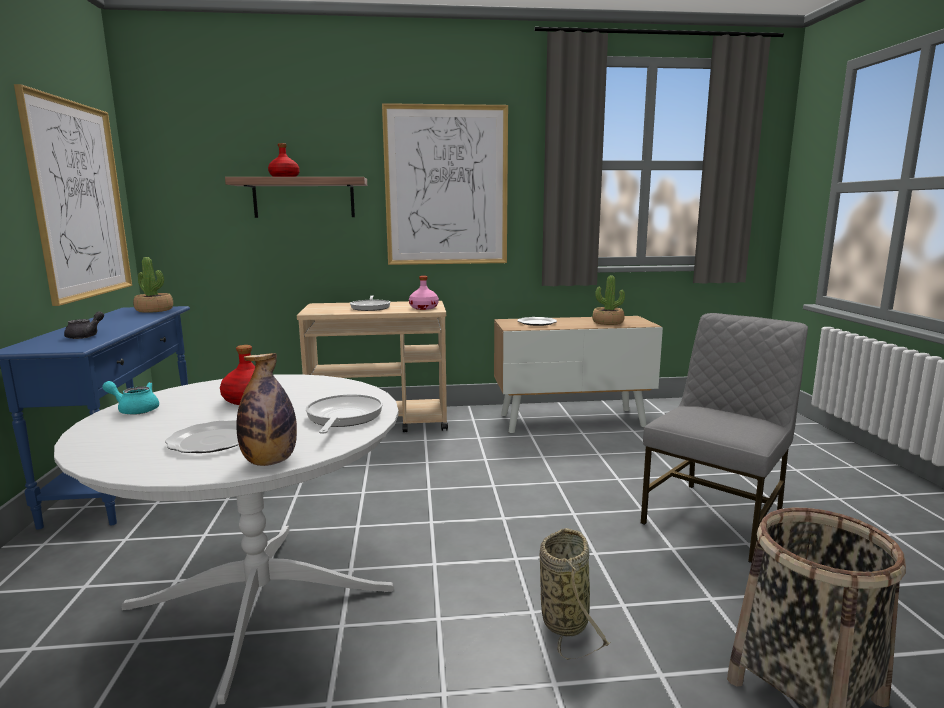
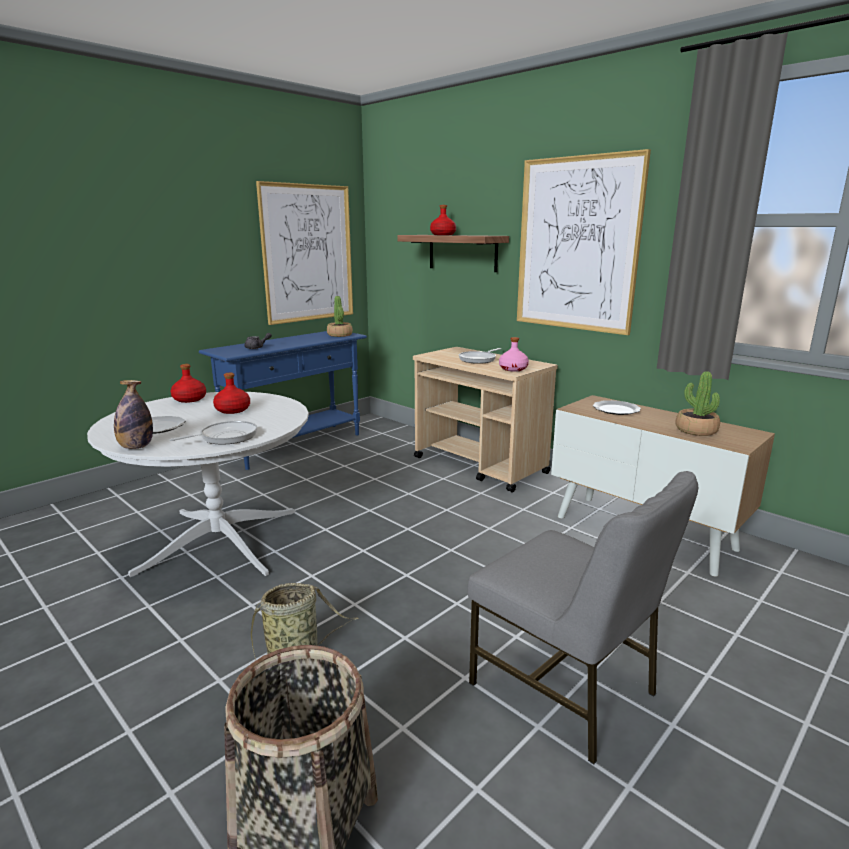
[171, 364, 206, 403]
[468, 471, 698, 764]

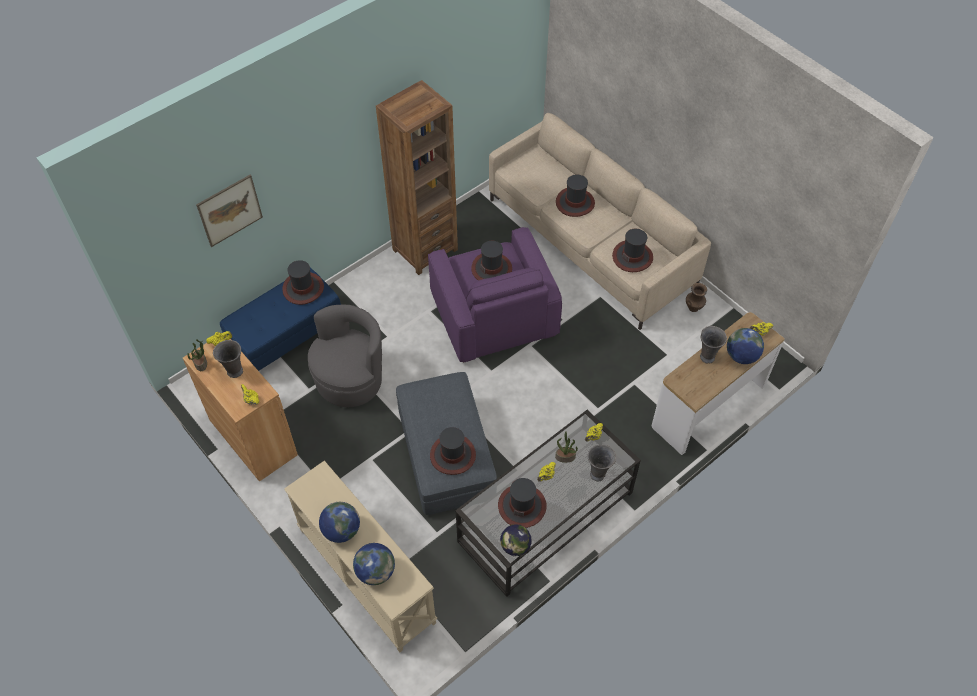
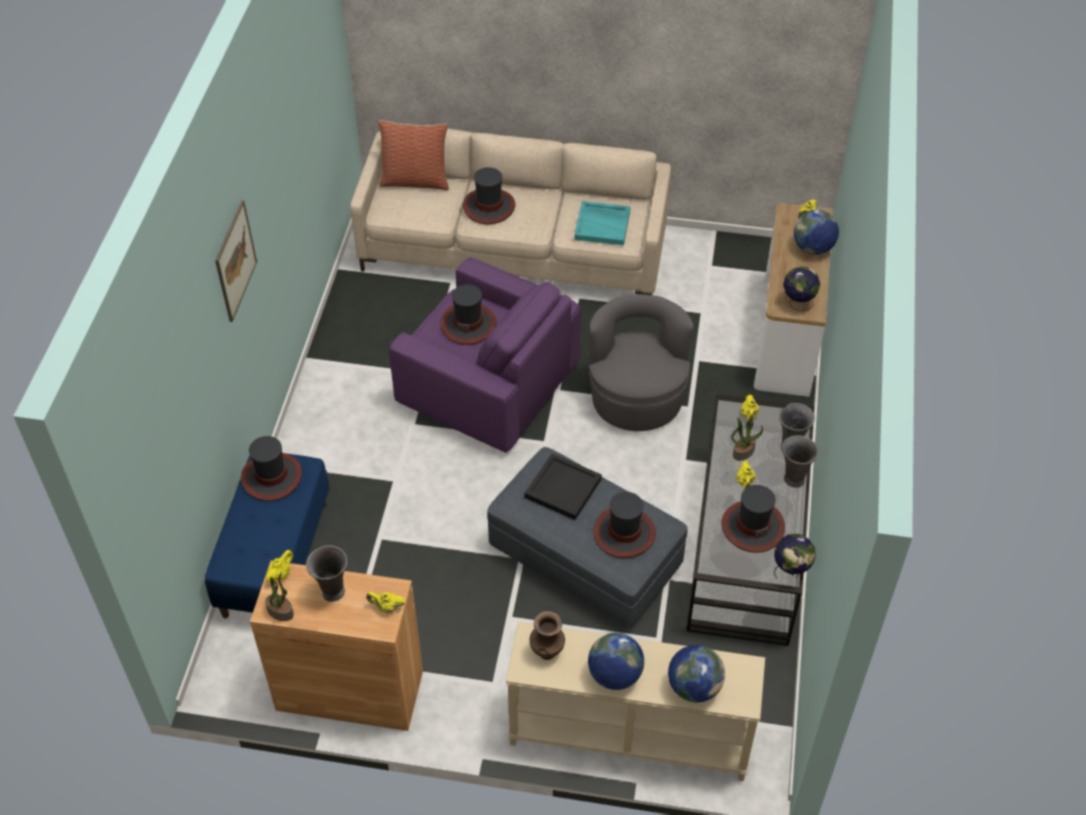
[376, 80, 458, 275] (first image)
[378, 120, 449, 190]
[525, 453, 602, 520]
[783, 266, 820, 311]
[215, 200, 257, 322]
[589, 294, 694, 431]
[530, 611, 565, 660]
[782, 435, 819, 488]
[574, 201, 630, 246]

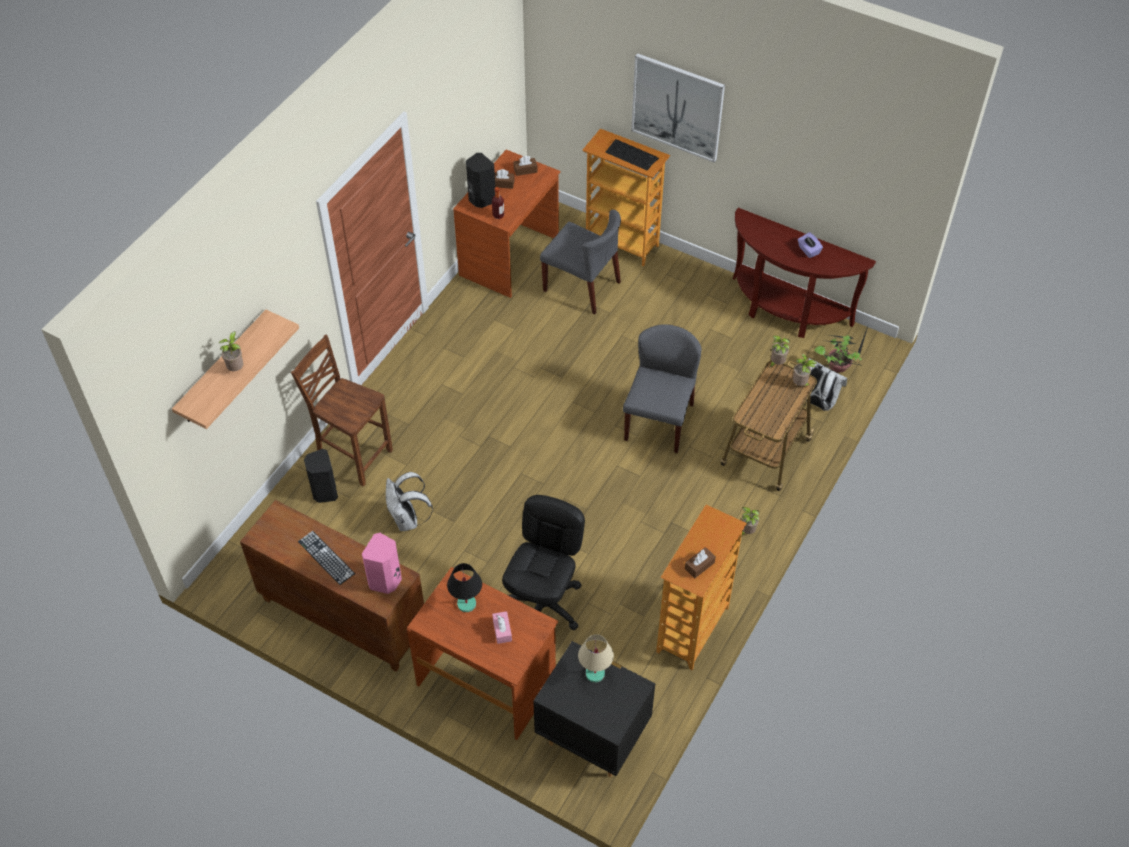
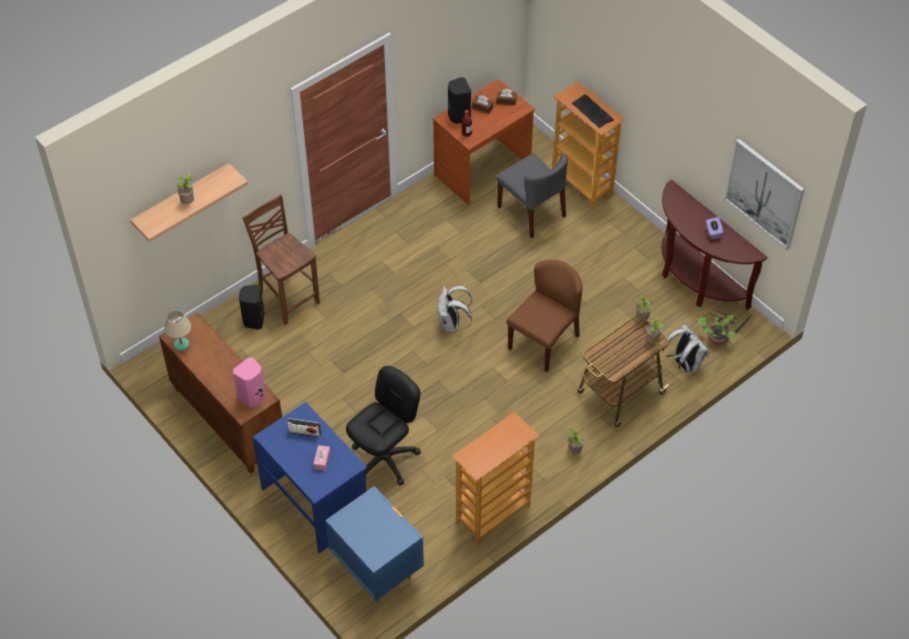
[298, 531, 355, 585] (first image)
[685, 547, 716, 578] (first image)
[437, 286, 472, 332]
[164, 310, 191, 351]
[724, 139, 805, 250]
[288, 418, 321, 437]
[253, 402, 367, 553]
[325, 486, 424, 604]
[507, 260, 583, 372]

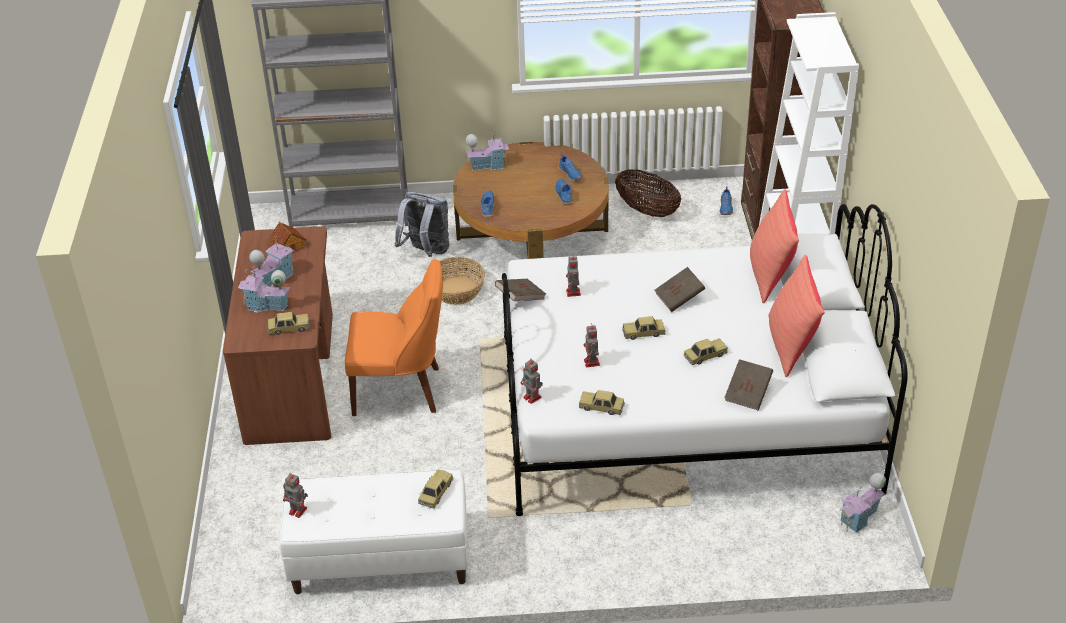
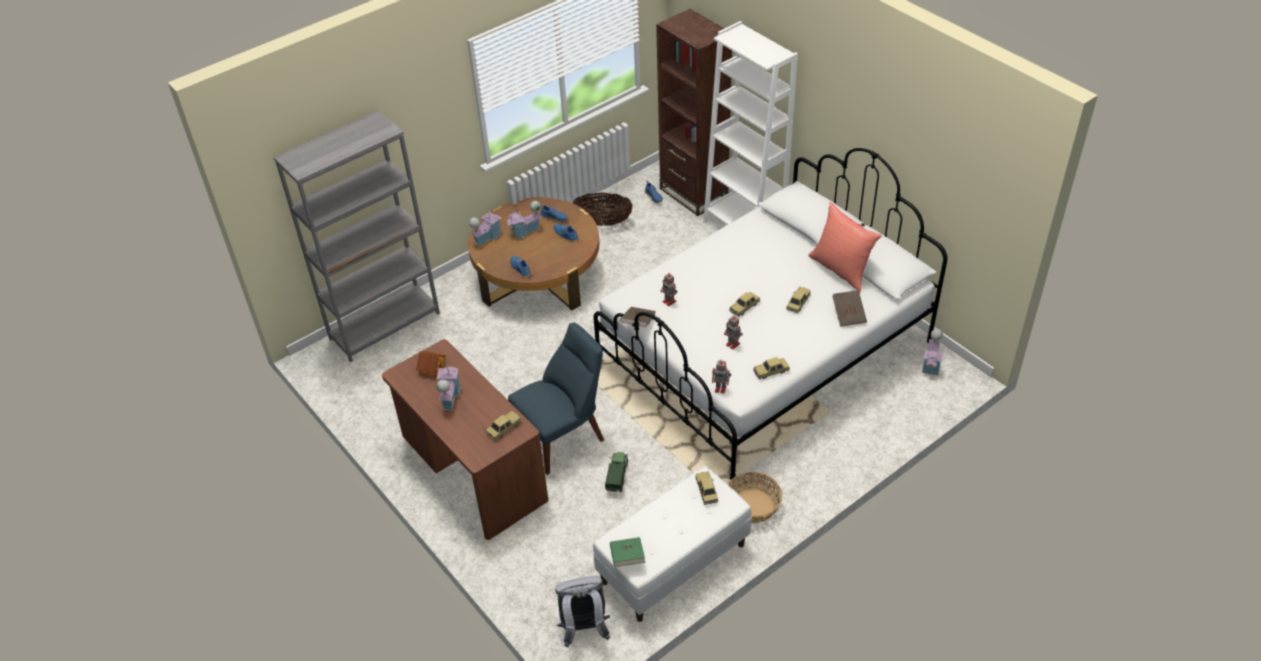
[654, 267, 705, 312] (first image)
[750, 189, 799, 303] (first image)
[605, 452, 628, 492]
[505, 201, 542, 239]
[555, 576, 611, 647]
[728, 472, 782, 523]
[610, 537, 645, 567]
[508, 323, 604, 475]

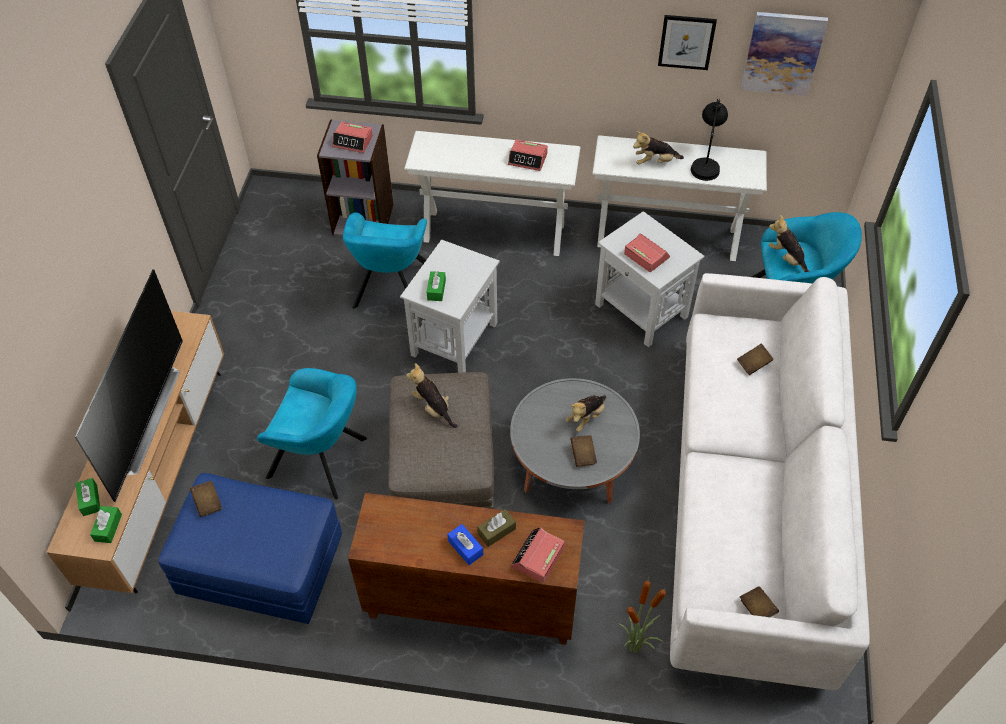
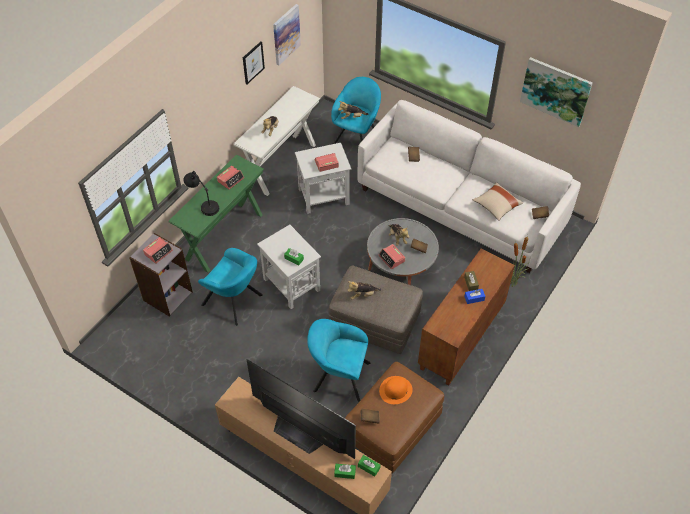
[379, 376, 413, 404]
[473, 182, 523, 221]
[520, 57, 592, 127]
[378, 244, 405, 269]
[183, 171, 219, 216]
[345, 362, 444, 474]
[168, 155, 264, 273]
[307, 319, 370, 402]

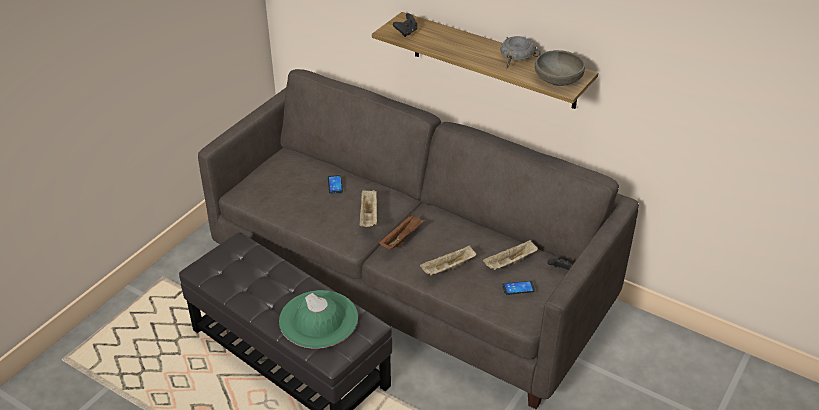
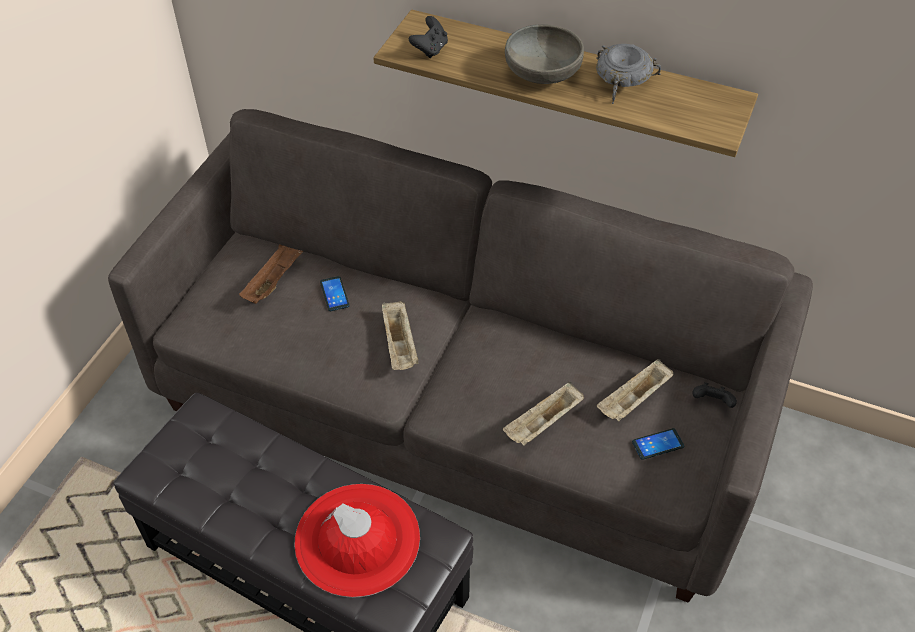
[239, 245, 303, 304]
[505, 24, 584, 84]
[295, 484, 420, 598]

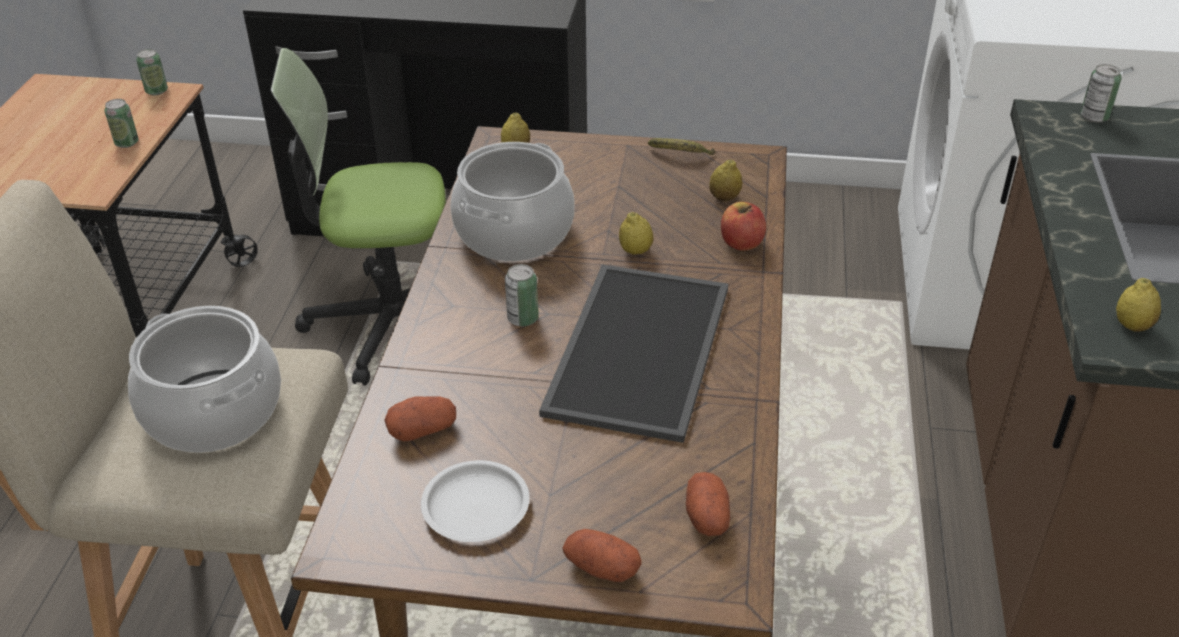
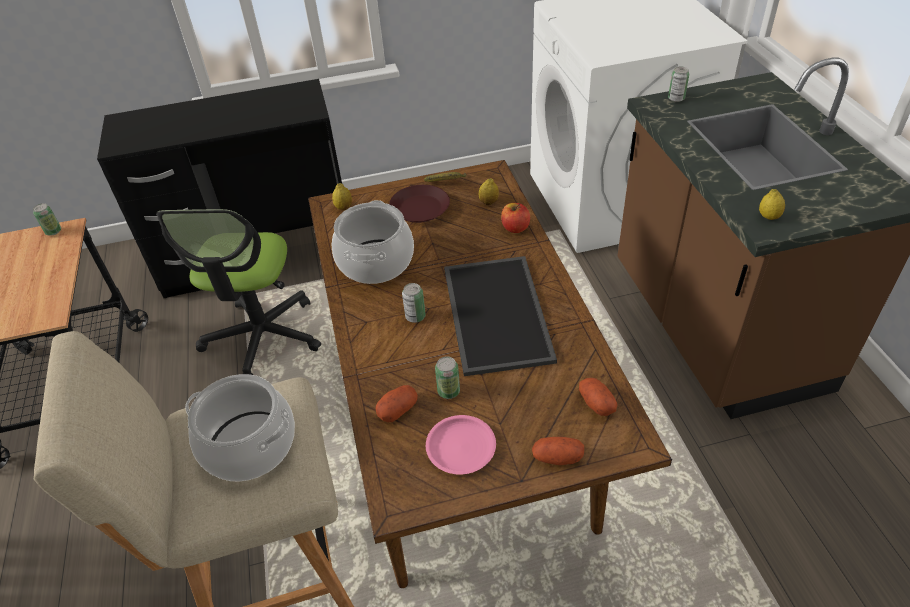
[619, 212, 653, 255] (first image)
[389, 185, 450, 223]
[435, 357, 460, 399]
[426, 415, 496, 474]
[156, 209, 321, 375]

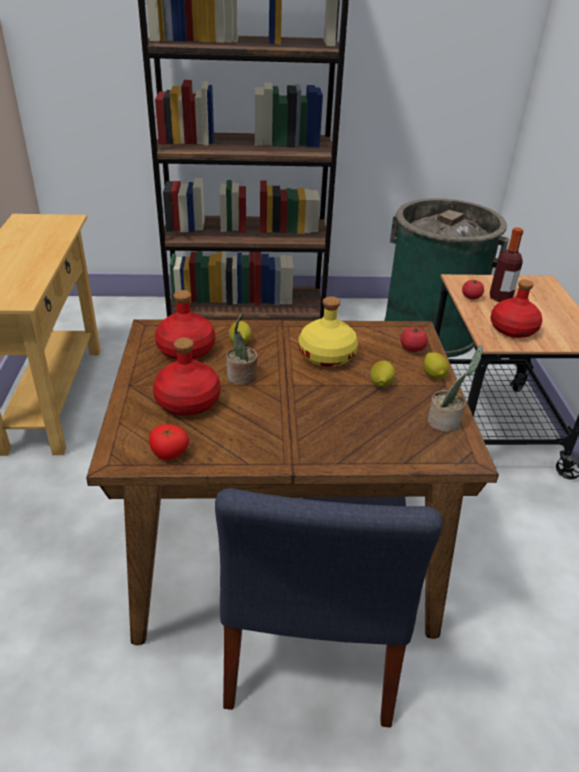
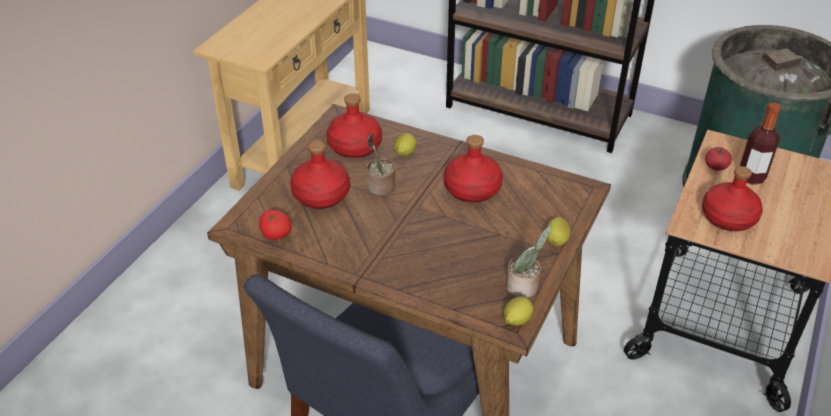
[400, 327, 428, 352] (first image)
[504, 296, 533, 326]
[444, 135, 503, 203]

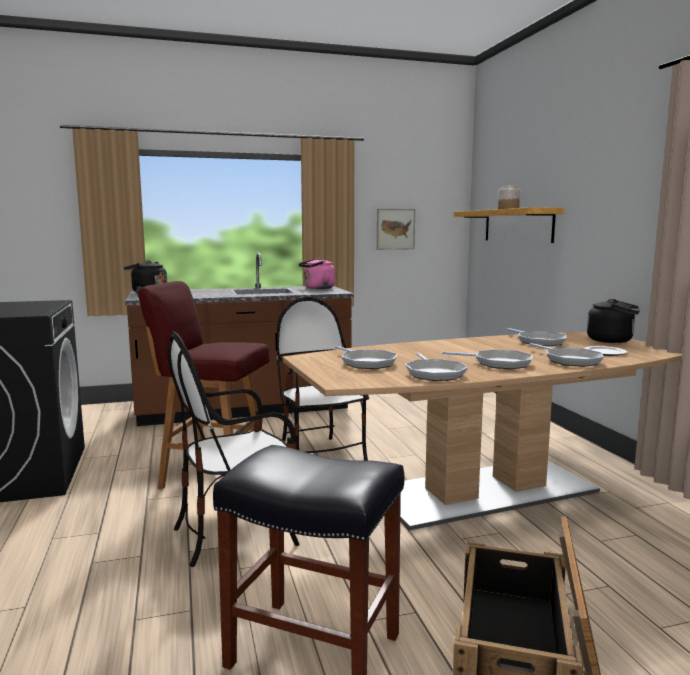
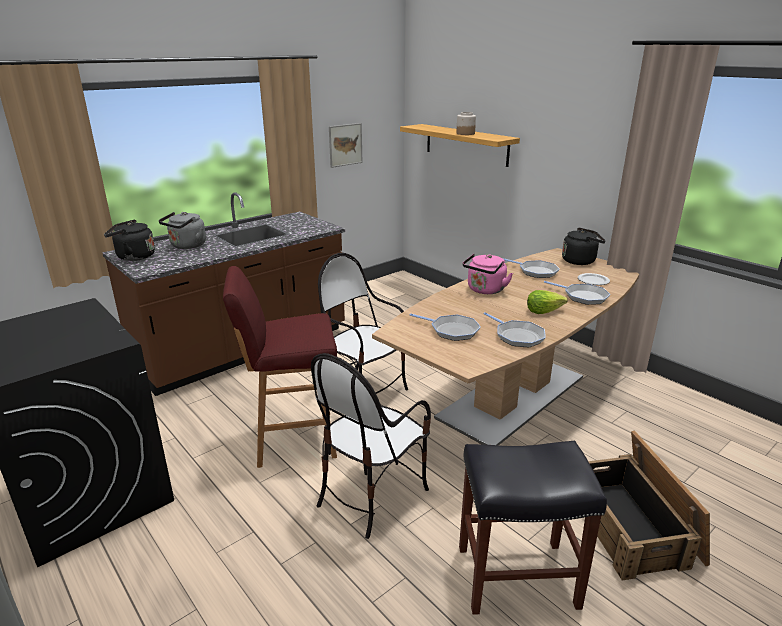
[158, 212, 206, 249]
[462, 254, 513, 294]
[527, 290, 568, 314]

